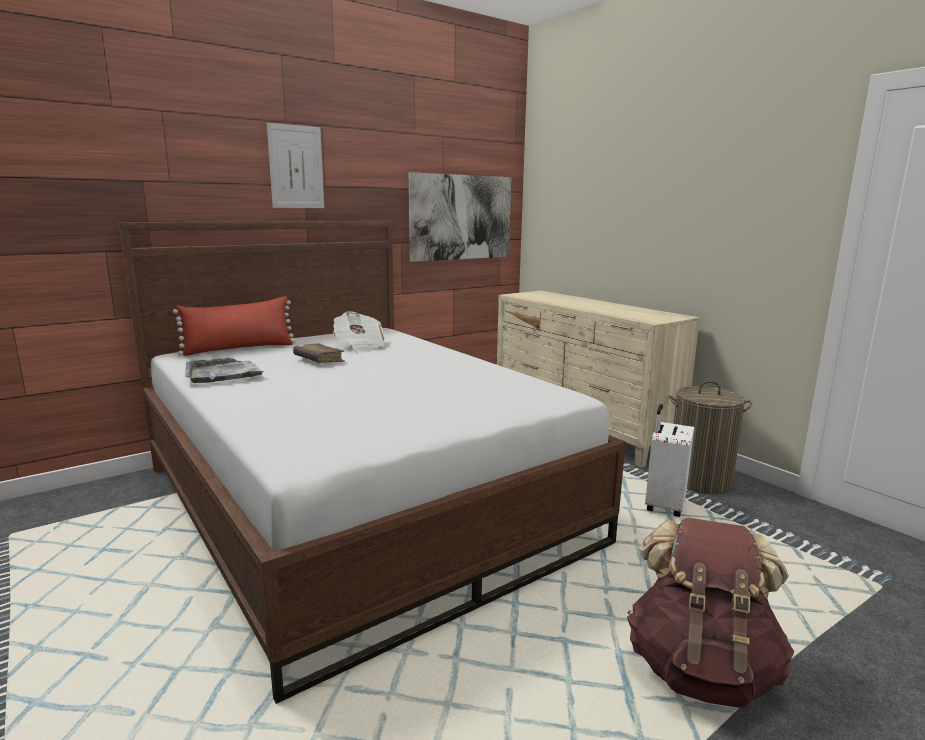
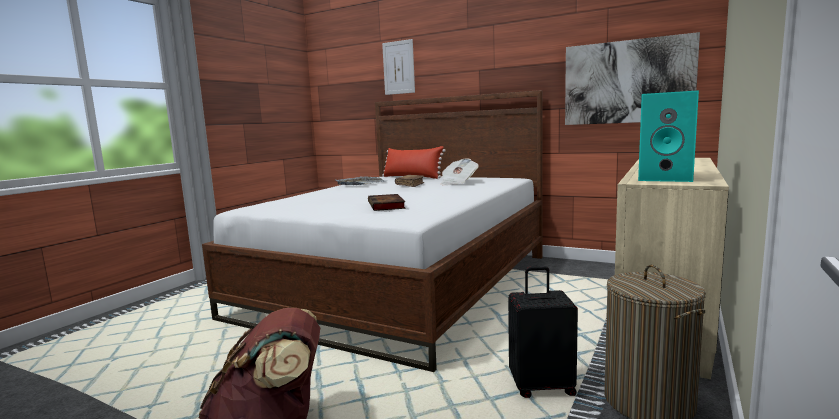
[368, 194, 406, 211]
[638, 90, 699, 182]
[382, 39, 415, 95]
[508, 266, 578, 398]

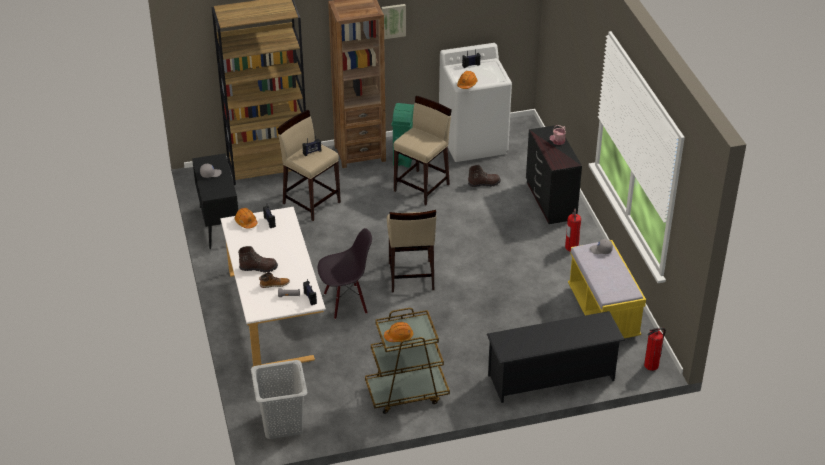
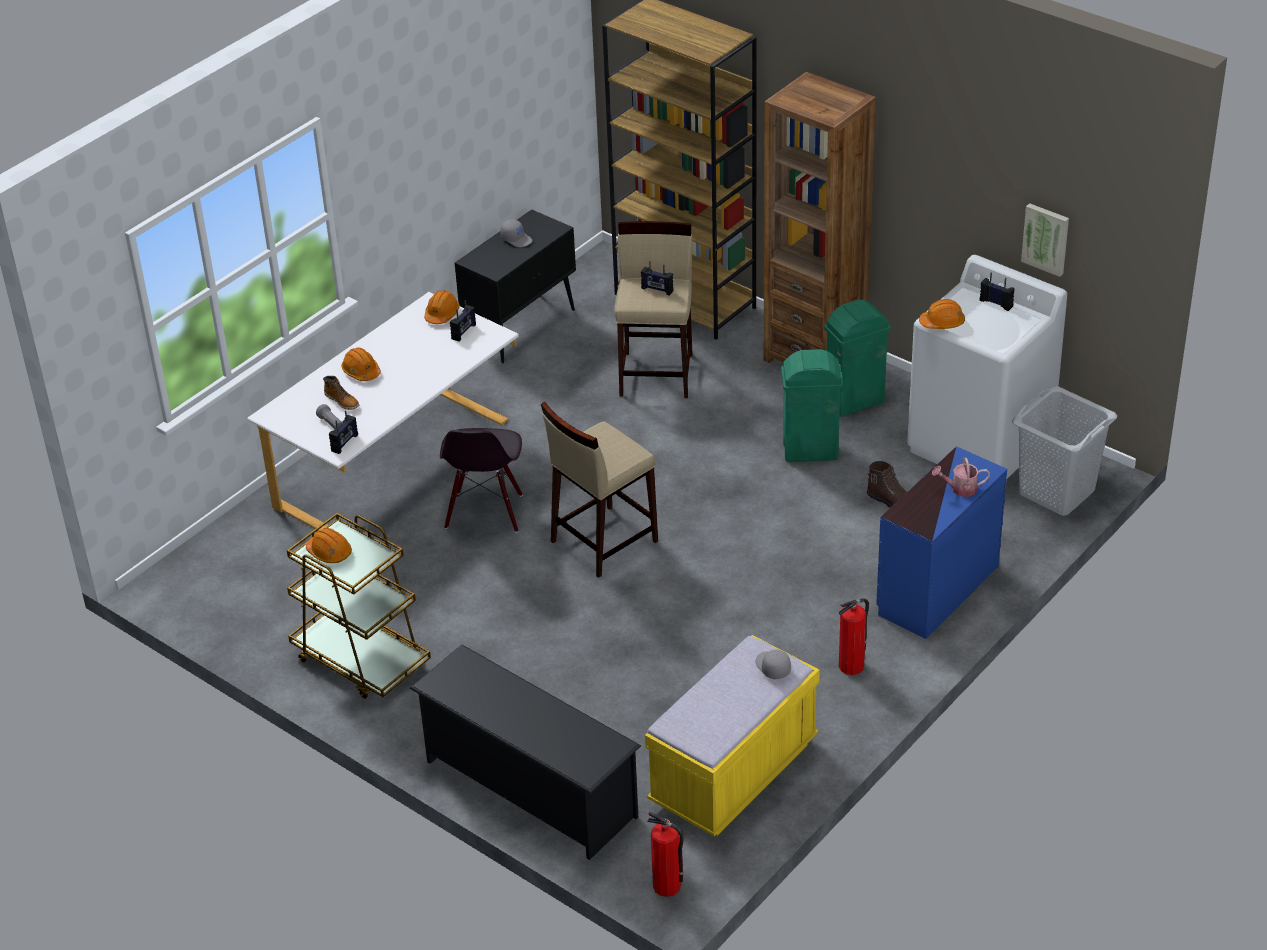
[1012, 386, 1117, 516]
[1021, 203, 1069, 277]
[342, 347, 381, 381]
[781, 349, 843, 462]
[876, 446, 1007, 639]
[440, 428, 523, 533]

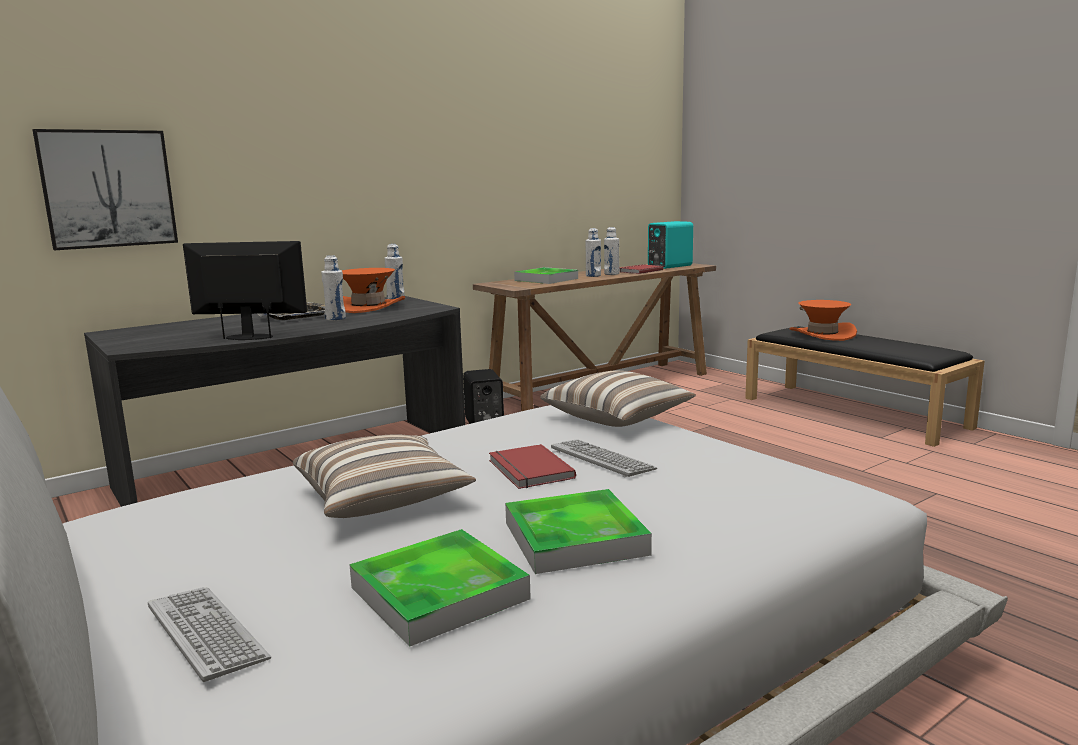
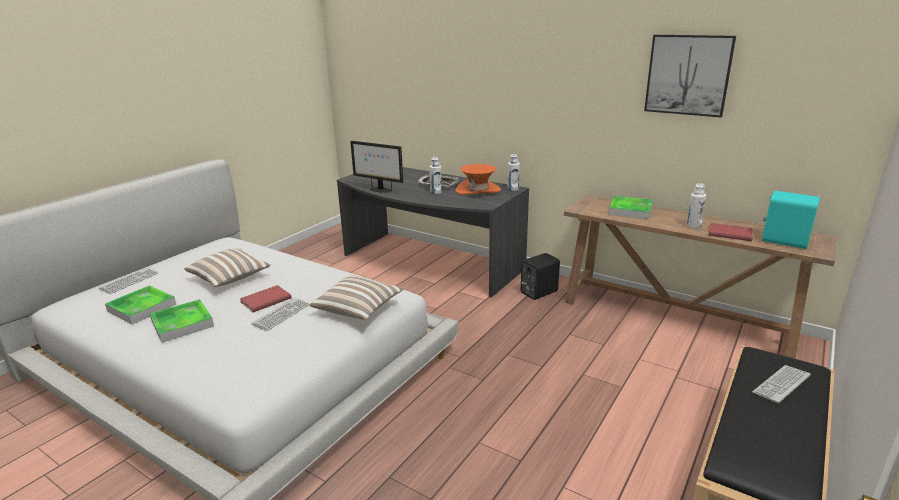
[585, 228, 601, 277] (first image)
[644, 35, 736, 117]
[752, 365, 811, 404]
[350, 141, 403, 193]

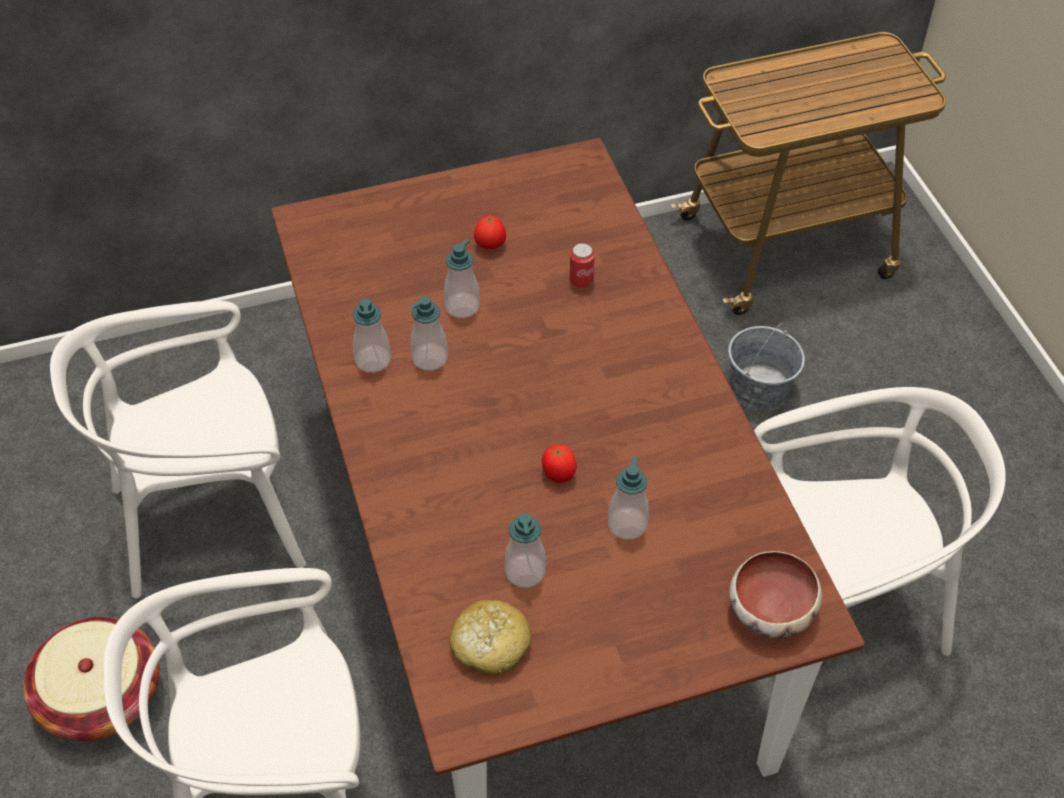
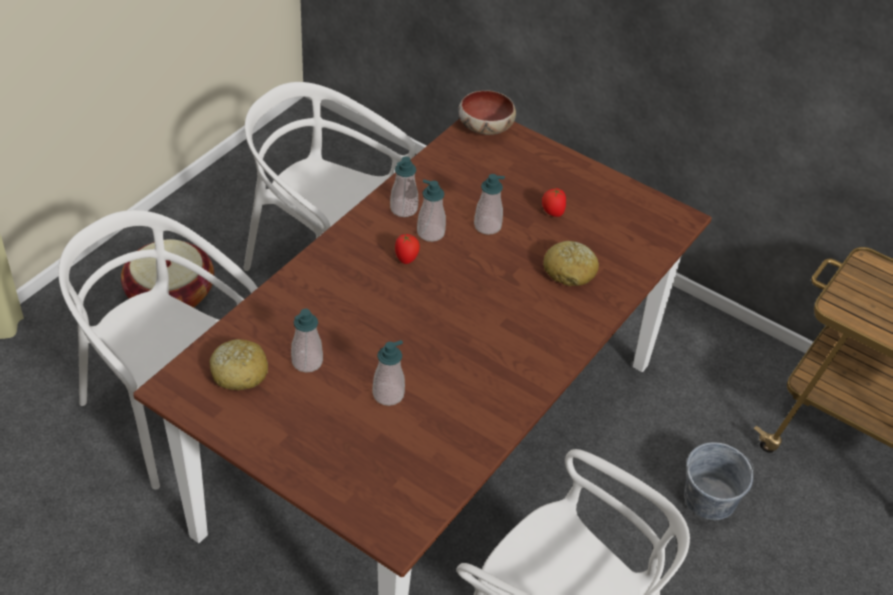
[395, 233, 420, 264]
[458, 90, 516, 135]
[543, 241, 599, 286]

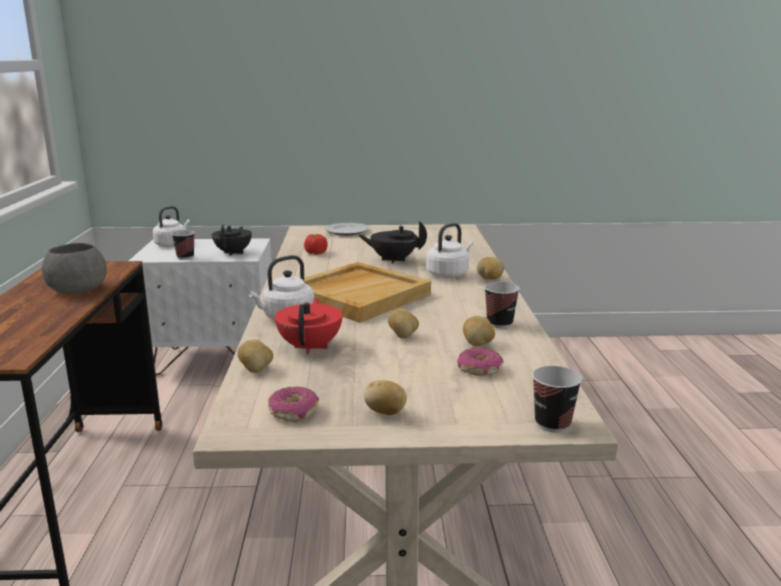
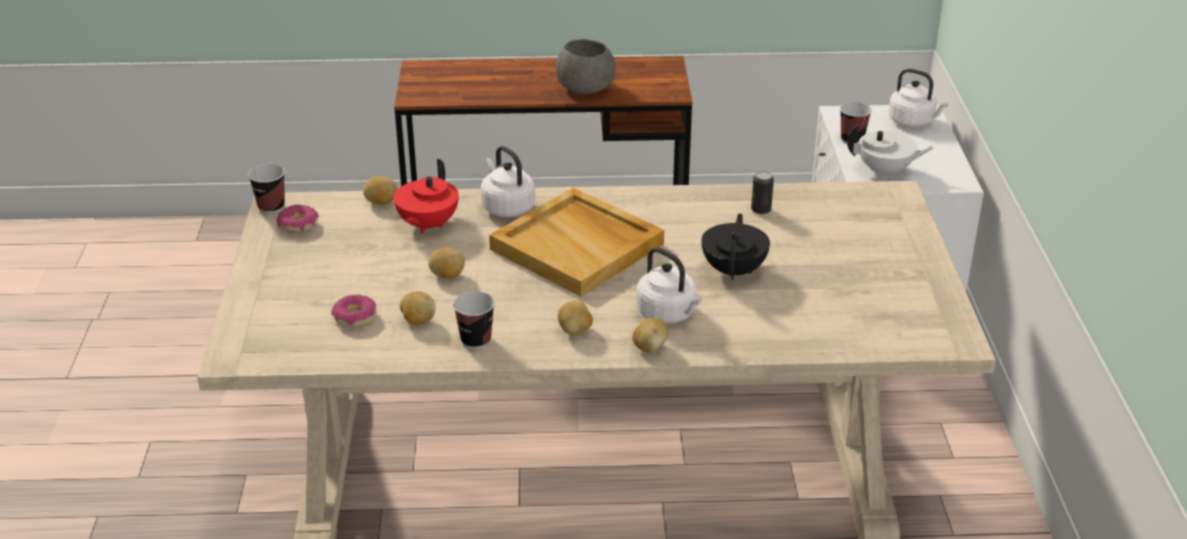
[325, 223, 369, 235] (first image)
[558, 300, 593, 335]
[248, 164, 285, 214]
[751, 171, 774, 214]
[847, 124, 934, 179]
[393, 159, 459, 234]

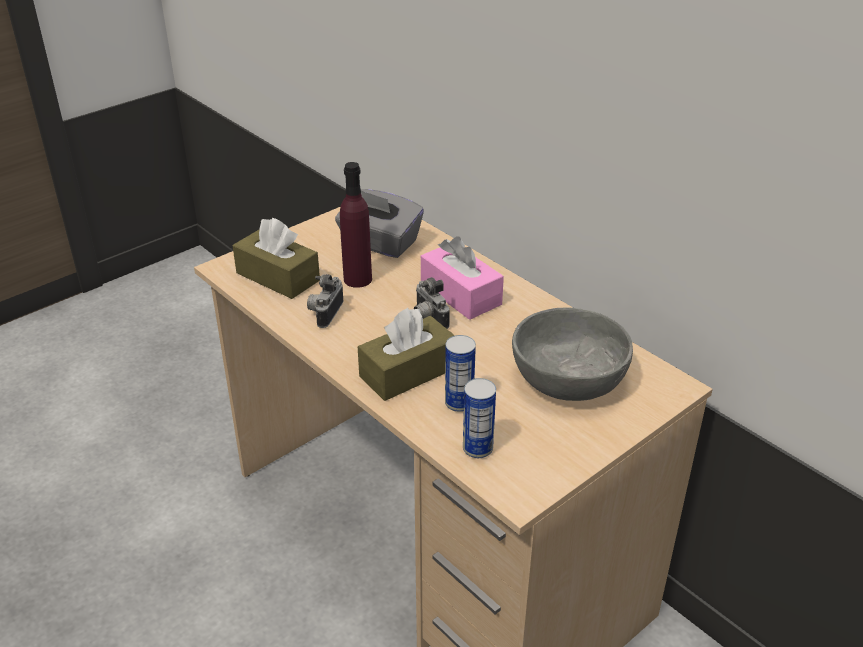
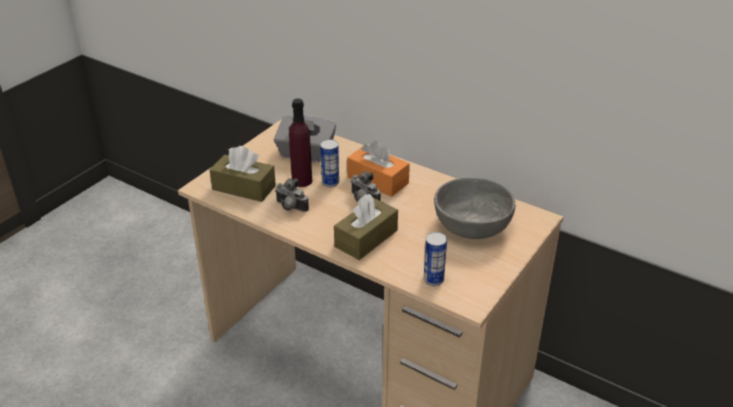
[320, 139, 339, 187]
[347, 141, 410, 197]
[275, 178, 309, 212]

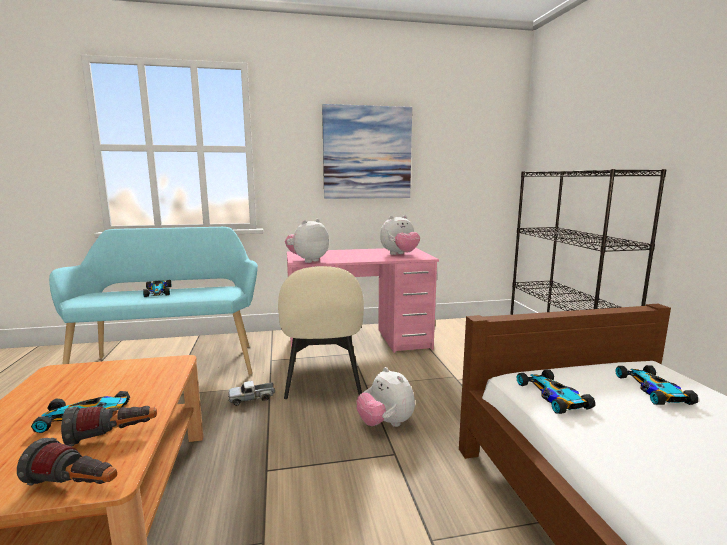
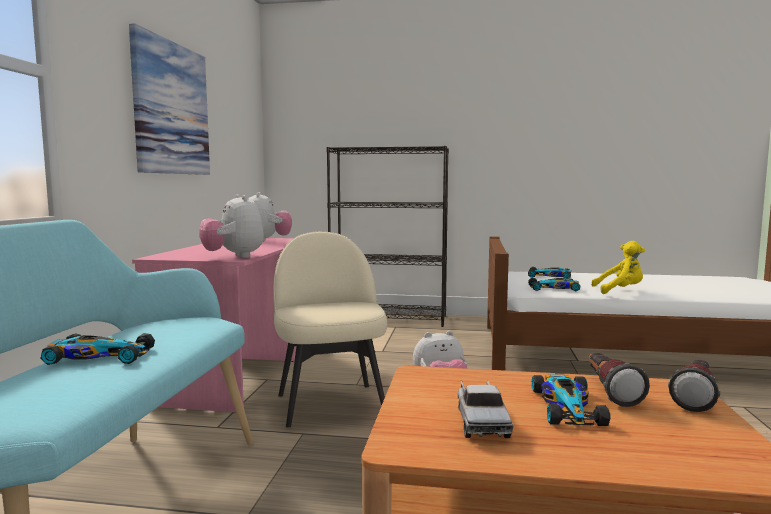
[591, 241, 645, 294]
[458, 381, 513, 438]
[273, 231, 387, 427]

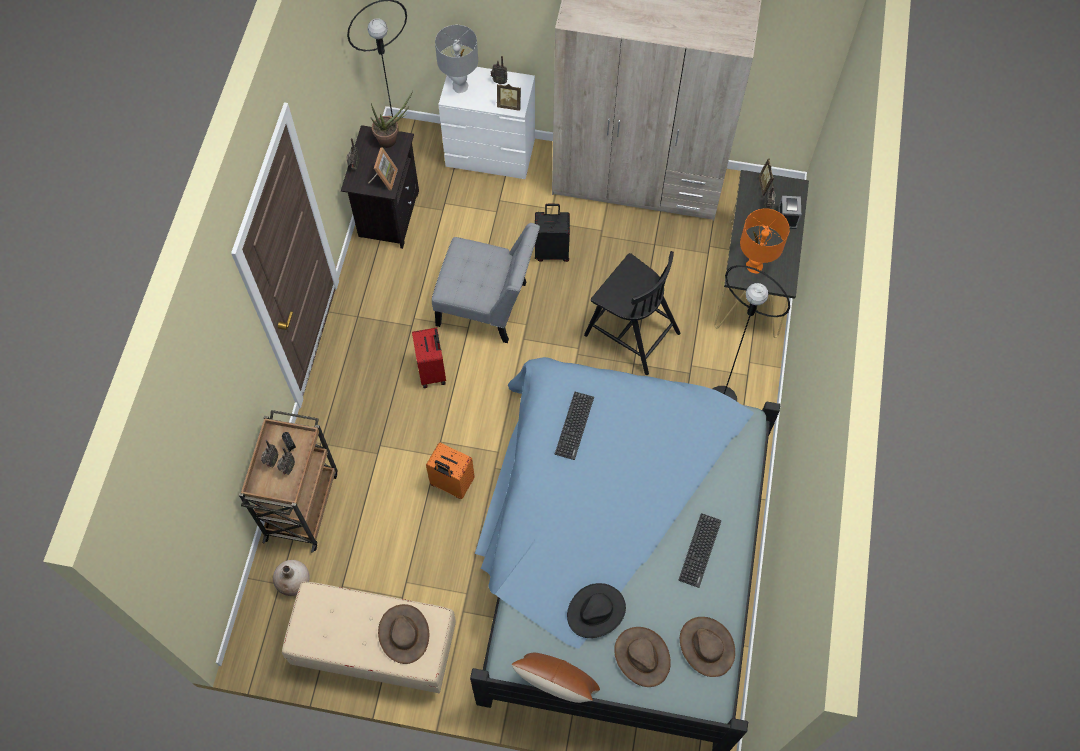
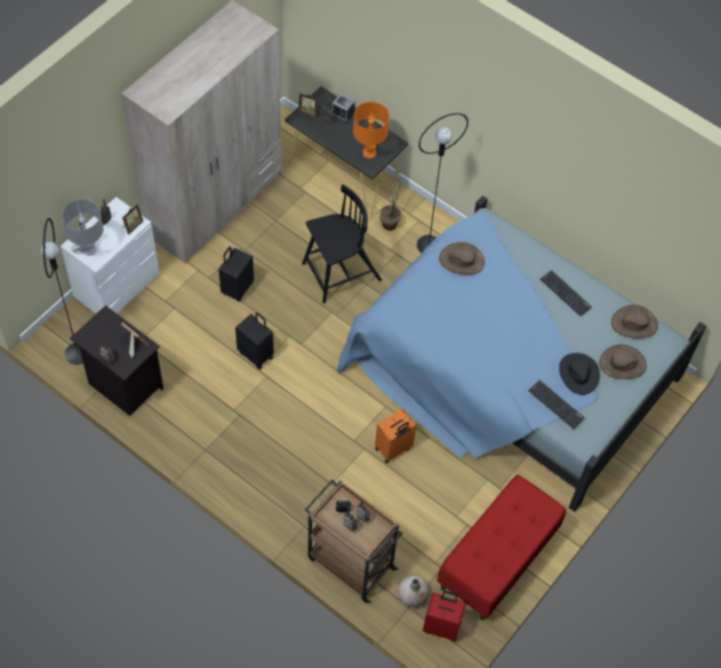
[511, 652, 600, 703] (first image)
[380, 172, 401, 230]
[439, 242, 485, 275]
[423, 590, 466, 642]
[528, 380, 585, 429]
[235, 312, 274, 370]
[437, 474, 566, 620]

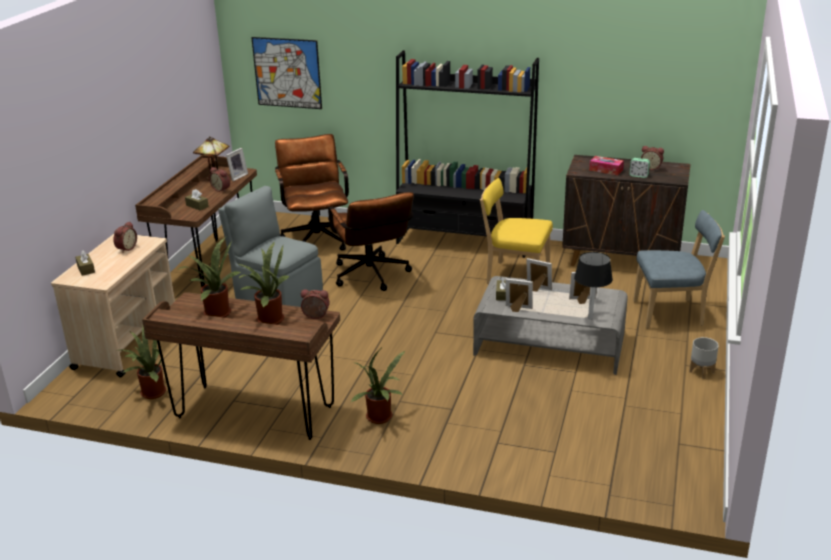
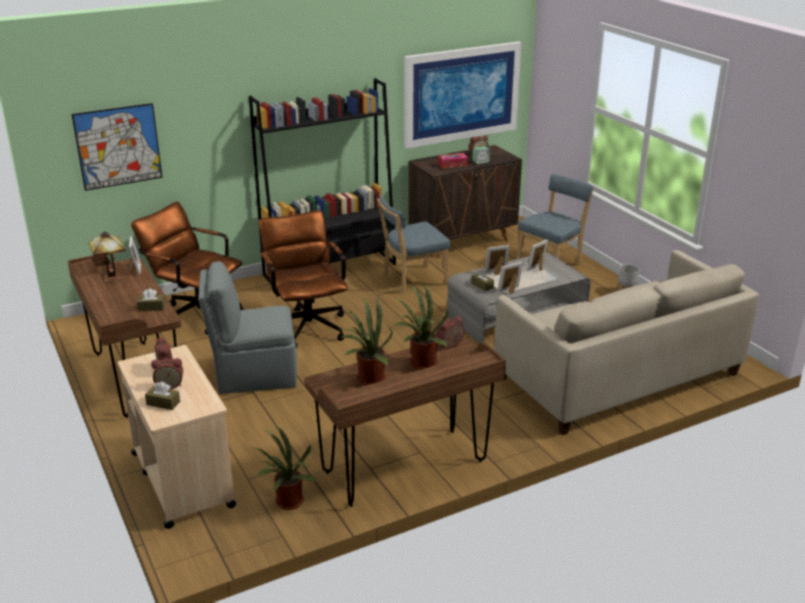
[350, 349, 405, 424] (first image)
[574, 252, 613, 320] (first image)
[404, 41, 522, 149]
[494, 250, 759, 435]
[151, 358, 183, 390]
[377, 195, 450, 294]
[259, 210, 348, 349]

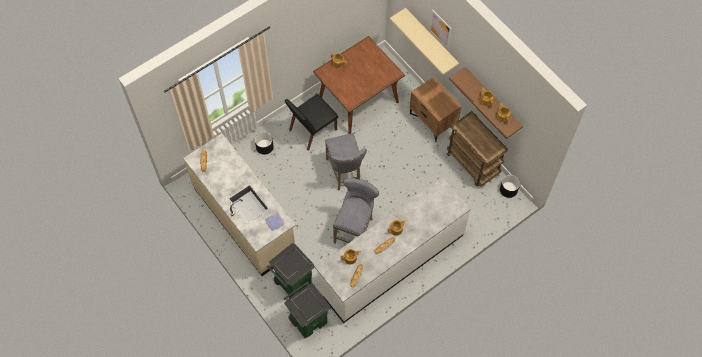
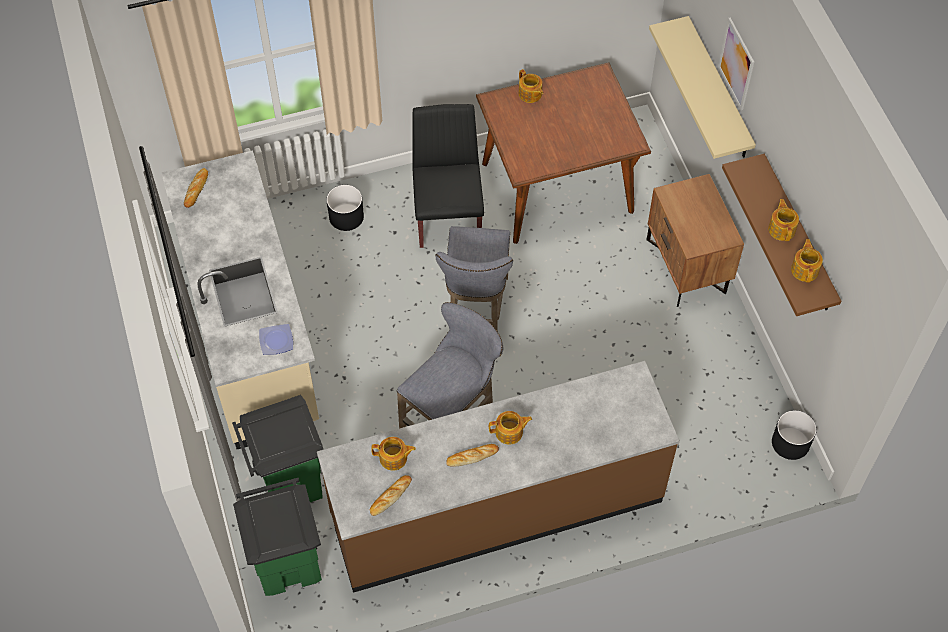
[446, 111, 508, 187] (first image)
[317, 361, 680, 593]
[412, 104, 484, 248]

